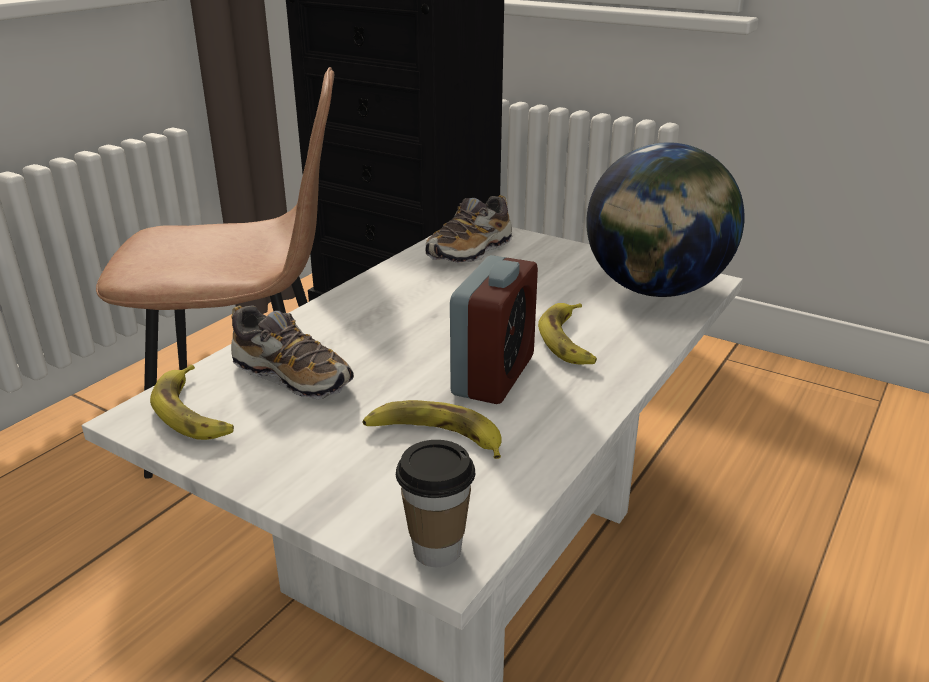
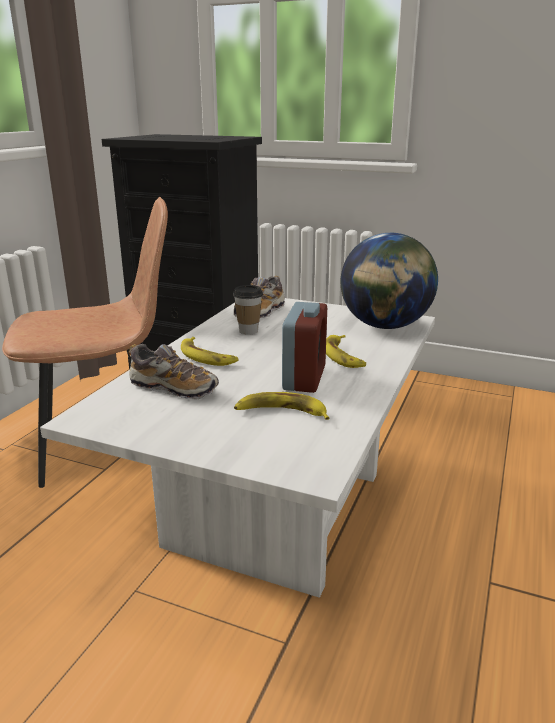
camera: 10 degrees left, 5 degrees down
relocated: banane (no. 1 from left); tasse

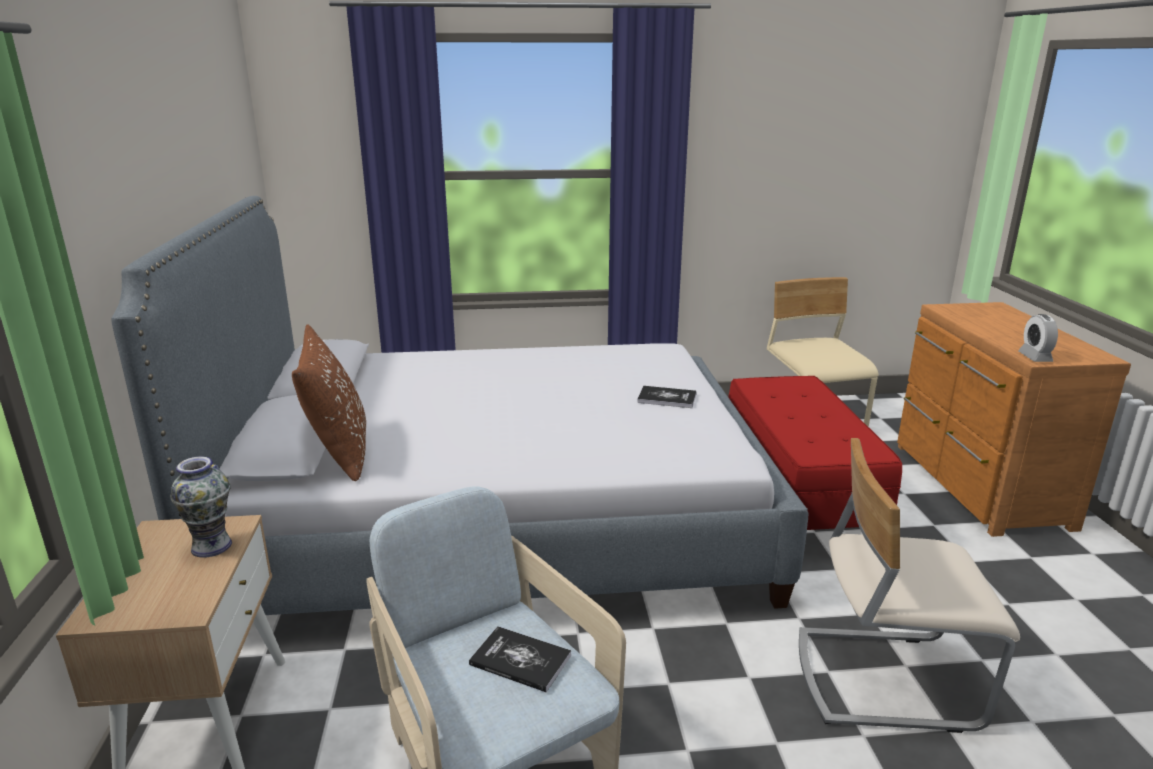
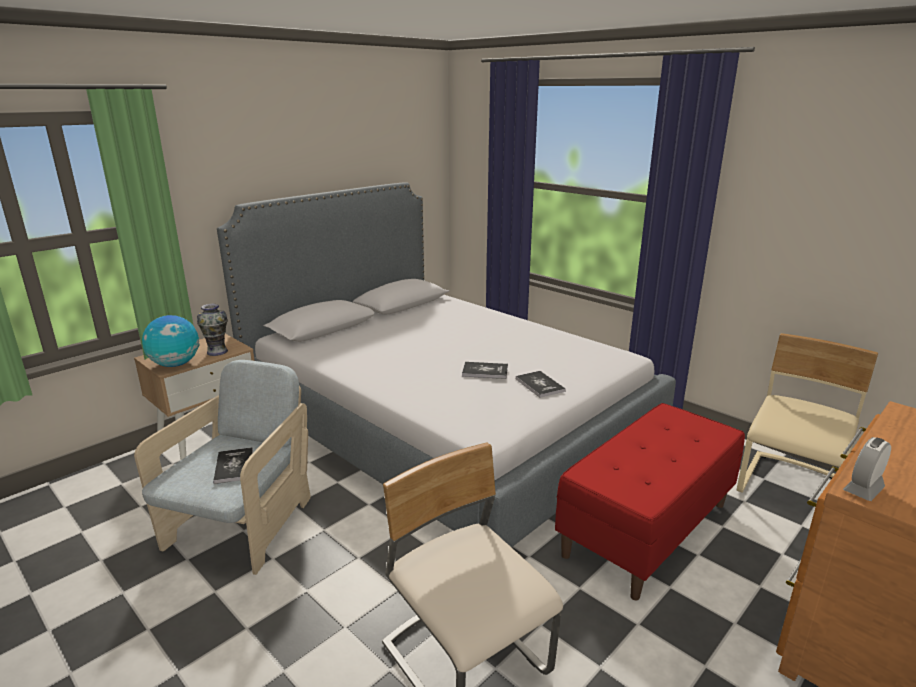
camera: 50 degrees right, 0 degrees up
missing: coussin (marron)
appeared: globe; livre (no. 2 from left)

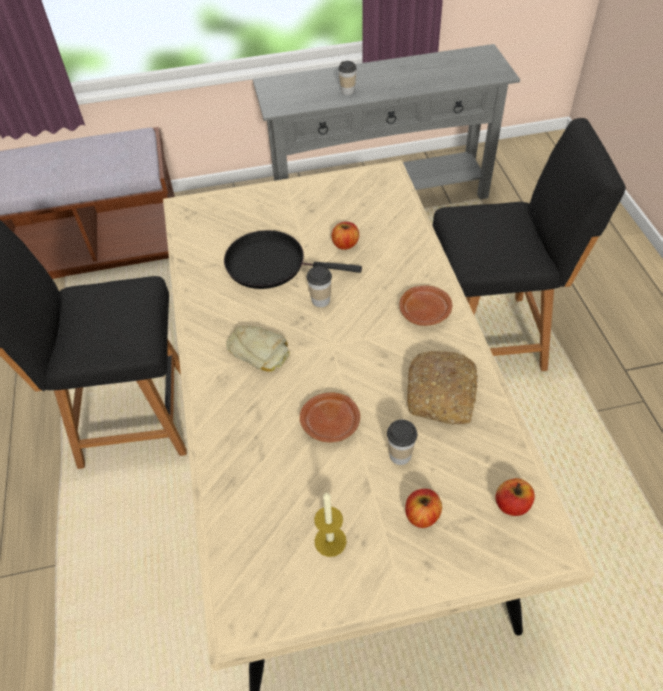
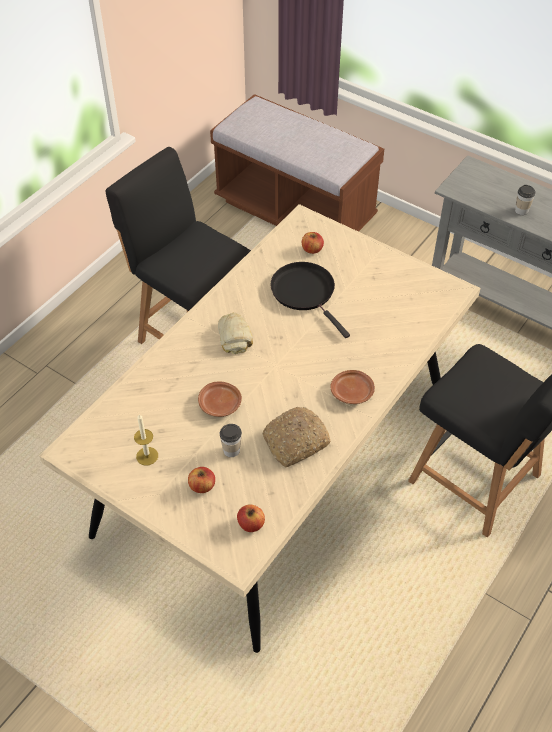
camera: 45 degrees right, 0 degrees up
missing: tasse (no. 1 from left)
relocated: pomme (no. 1 from left in the first image) to pomme (no. 3 from left)

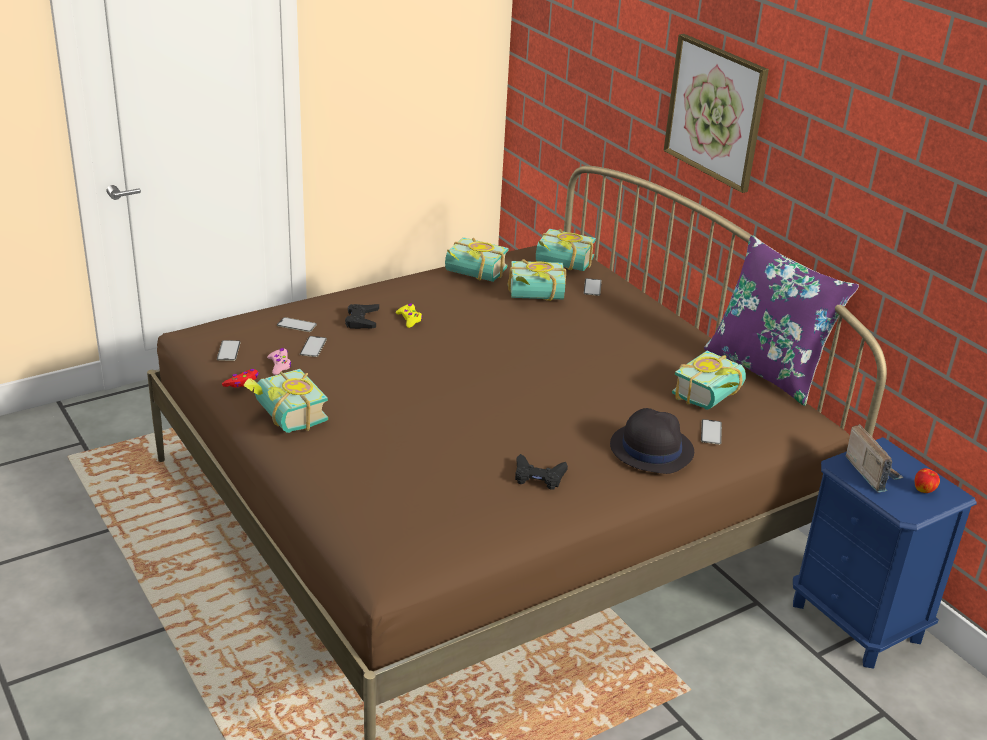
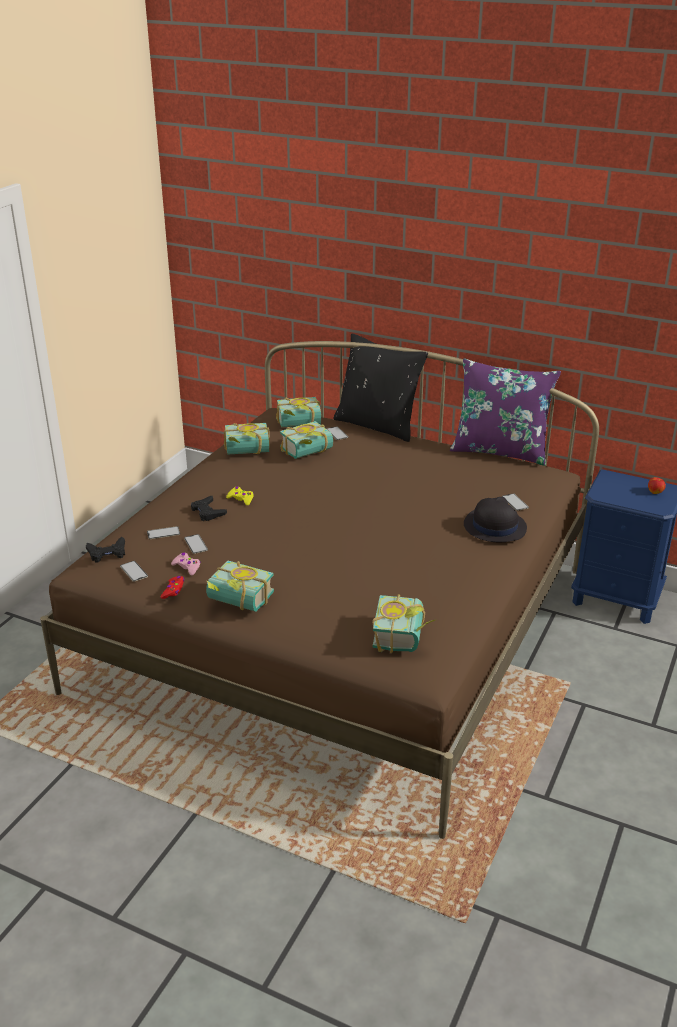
camera: 30 degrees left, 0 degrees up
missing: tableau; radio
appeared: coussin (noir)
relocated: manette (noir) (no. 2 from left in the first image) to manette (noir) (no. 1 from left); livre (no. 5 from left)

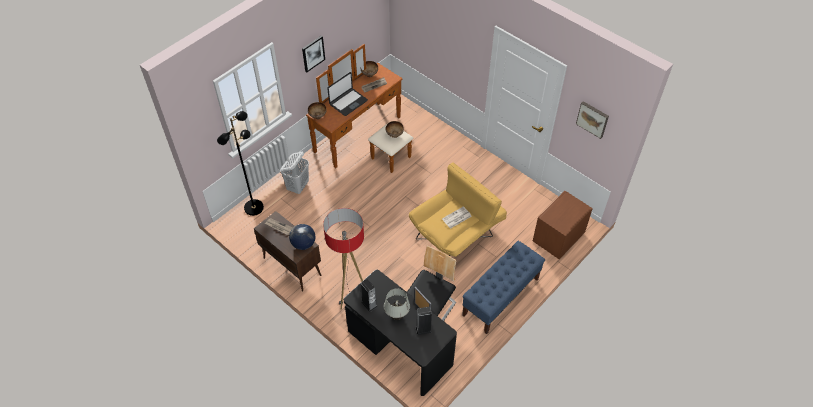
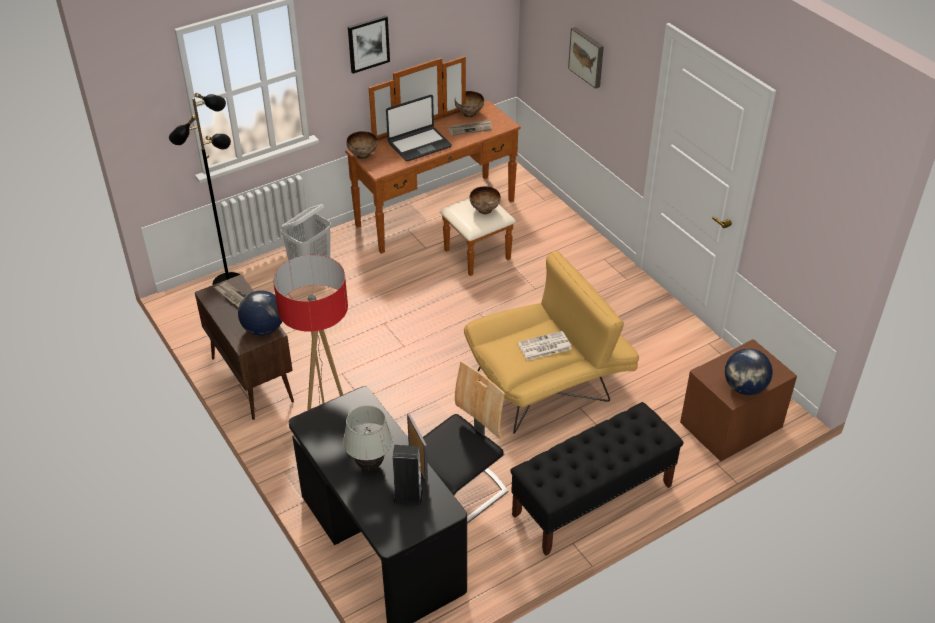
camera: 15 degrees right, 10 degrees down
missing: enceinte (no. 1 from left)
appeared: globe (no. 2 from left)
relocated: tableau (no. 2 from left)
colour: banc (bleu) to banc (noir)

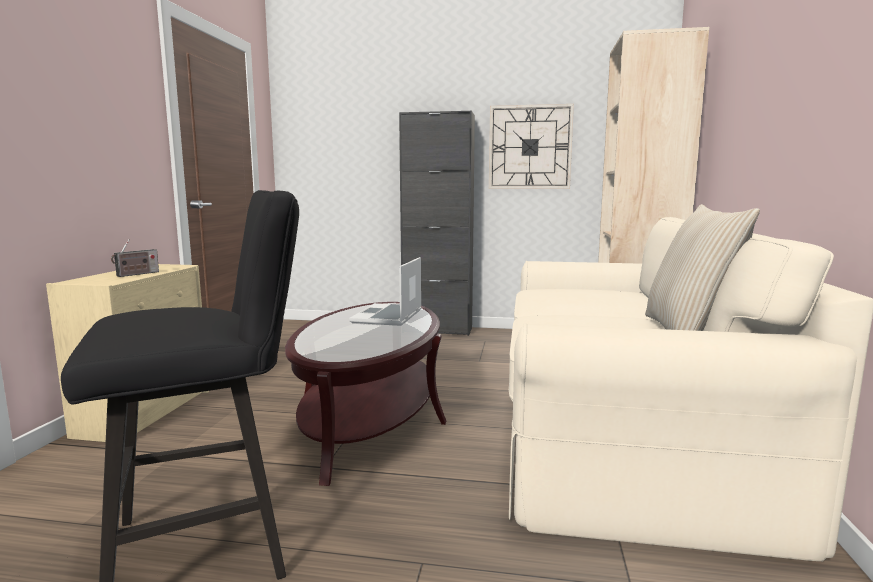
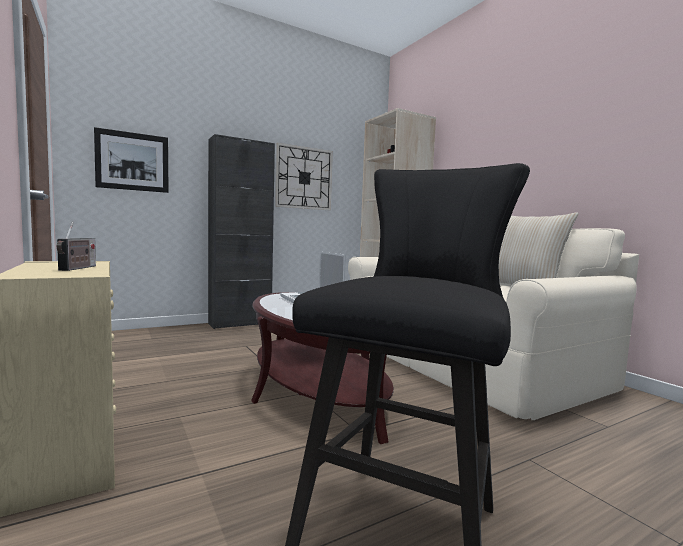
camera: 40 degrees left, 5 degrees down
appeared: tableau

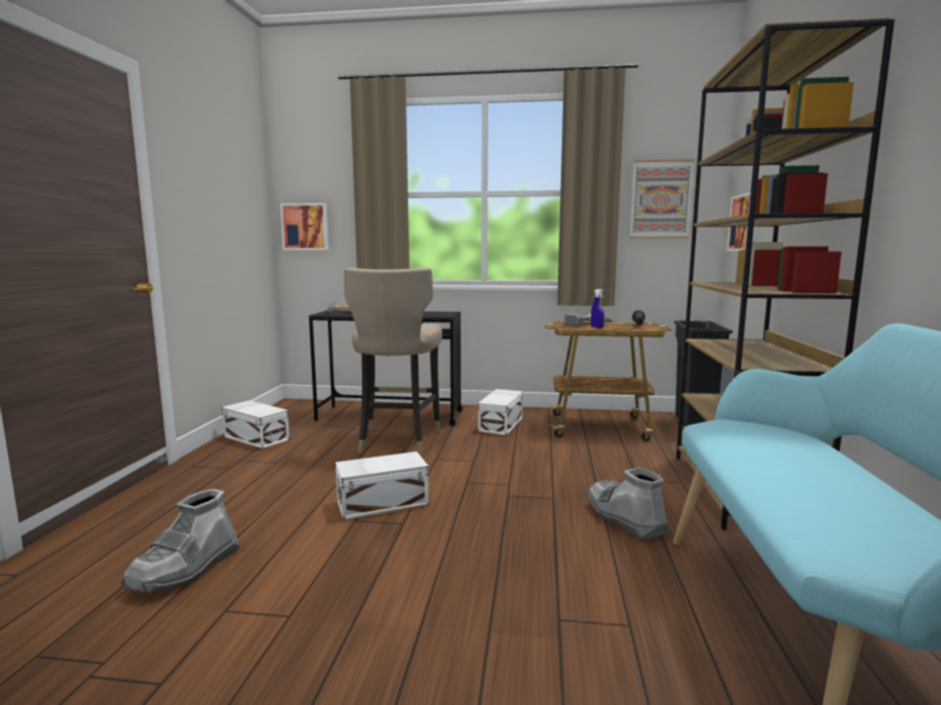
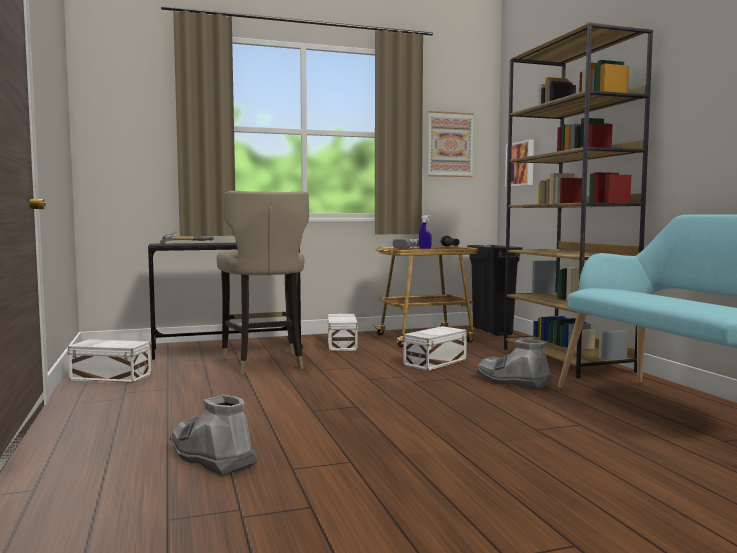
camera: 25 degrees left, 5 degrees down
missing: tableau (no. 1 from left)
relocated: boîte de rangement (blanc) (no. 2 from left in the first image) to boîte de rangement (blanc) (no. 3 from left)
spun: botte (gris) (no. 1 from left) 135 degrees clockwise

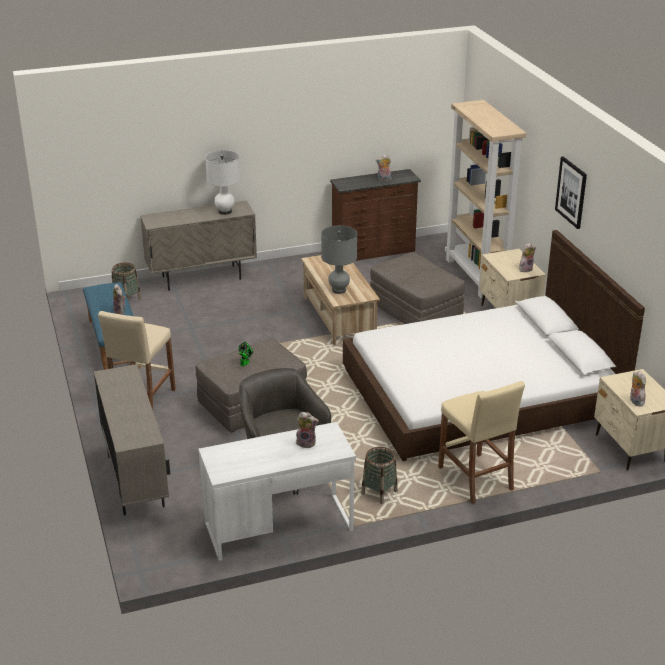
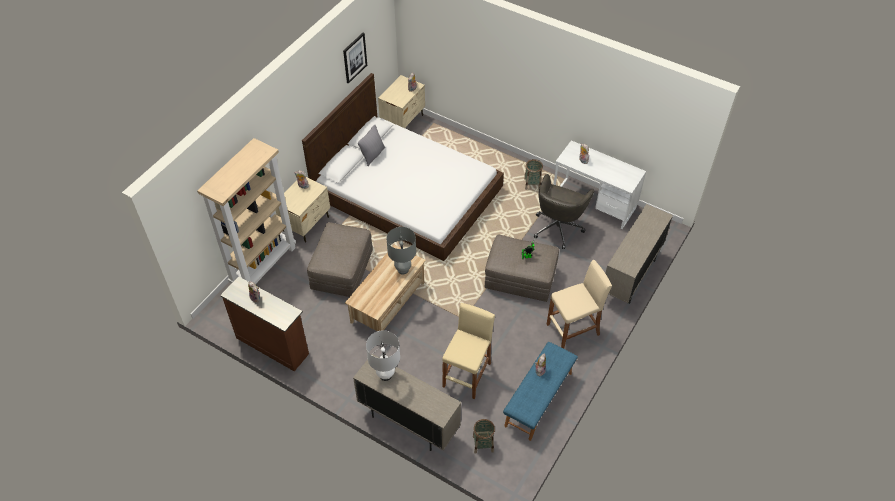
camera: 130 degrees left, 20 degrees up
appeared: coussin (gris)
relocated: tableau; tabouret (beige) (no. 2 from left in the first image) to tabouret (beige) (no. 1 from left)

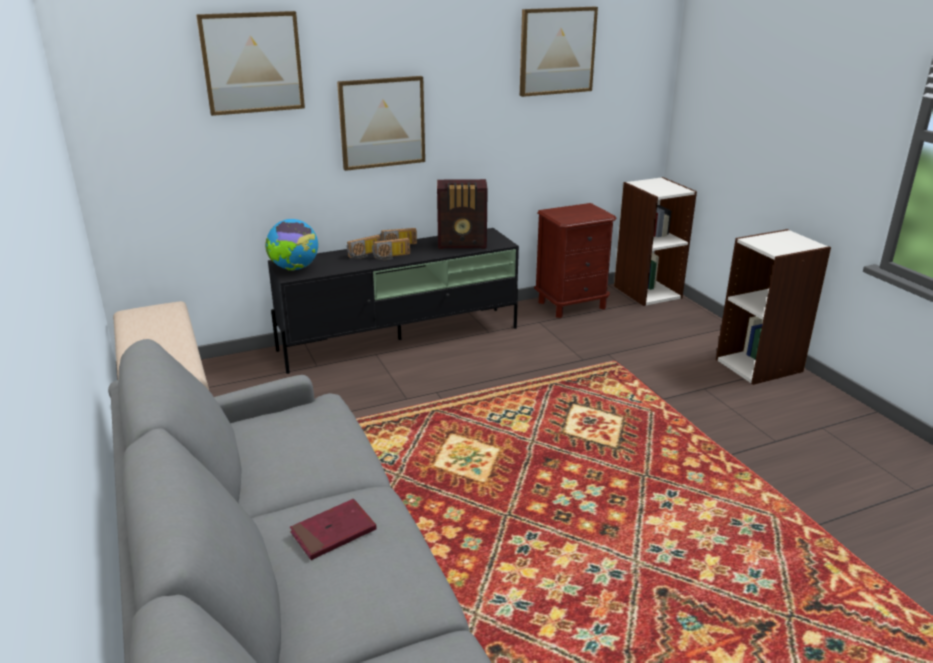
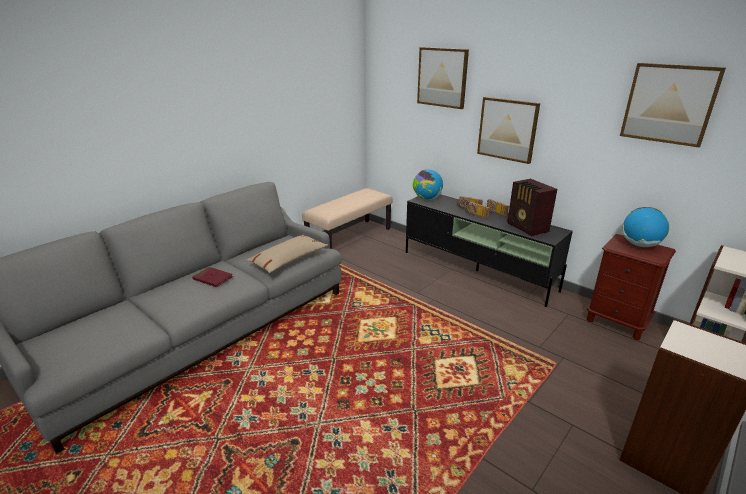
camera: 65 degrees right, 0 degrees up
appeared: coussin (beige); globe (no. 2 from left)

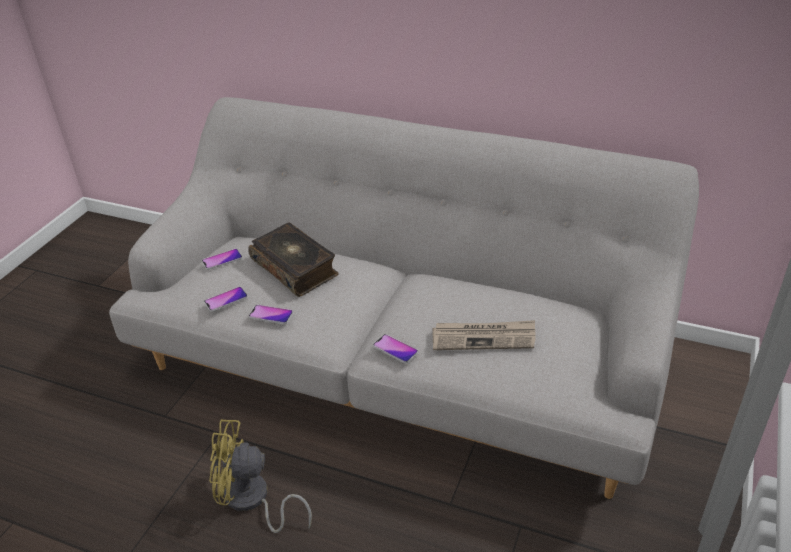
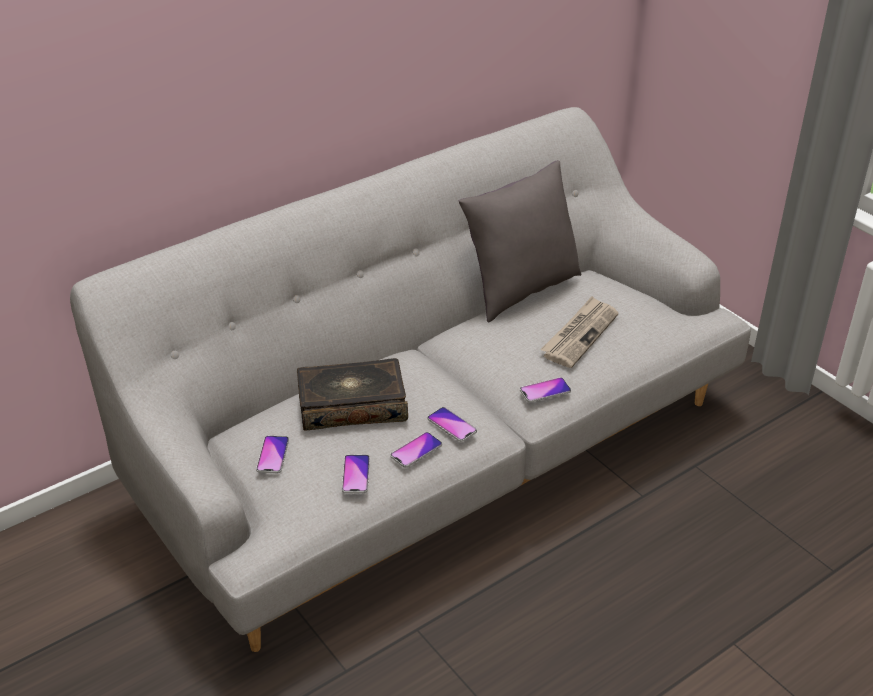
camera: 60 degrees left, 0 degrees up
missing: ventilateur (jaune)
appeared: téléphone (no. 4 from left); coussin (gris)

